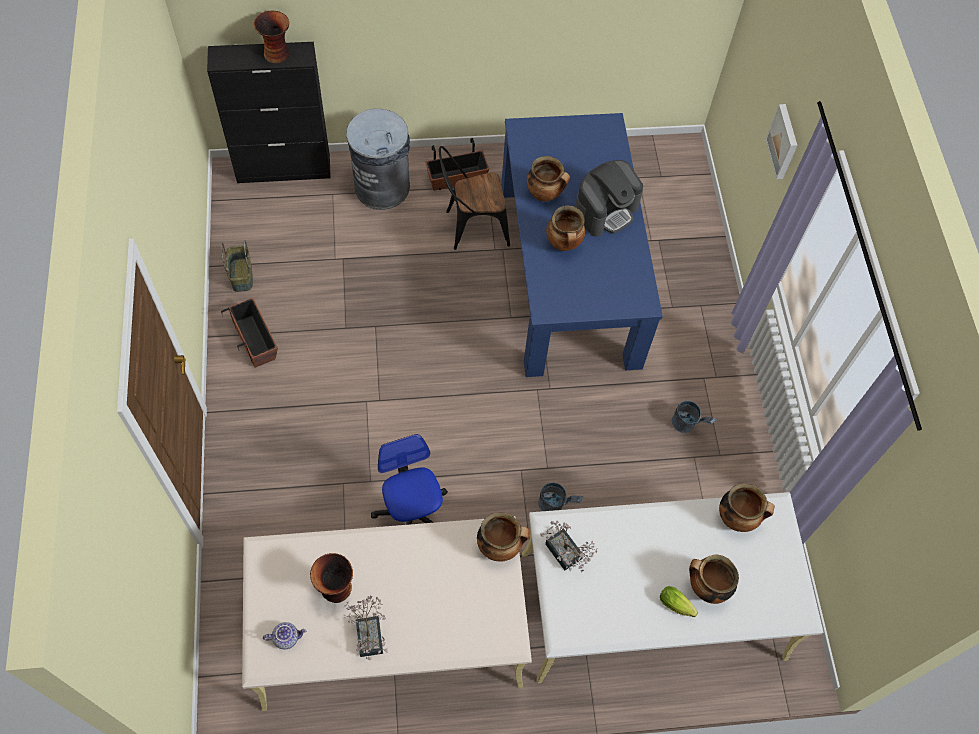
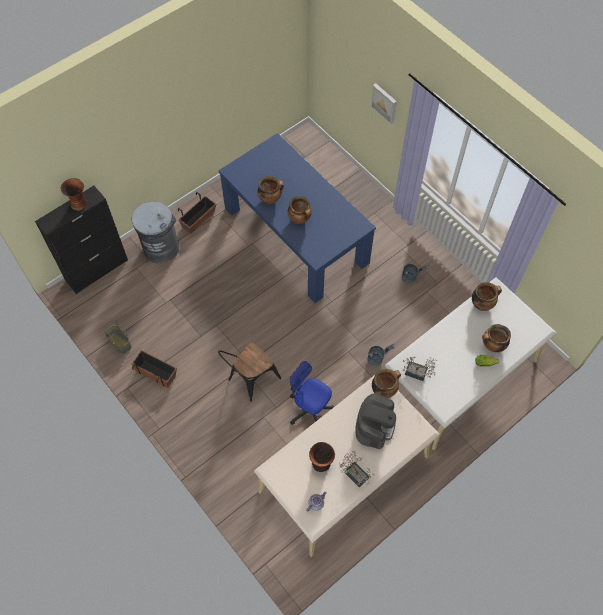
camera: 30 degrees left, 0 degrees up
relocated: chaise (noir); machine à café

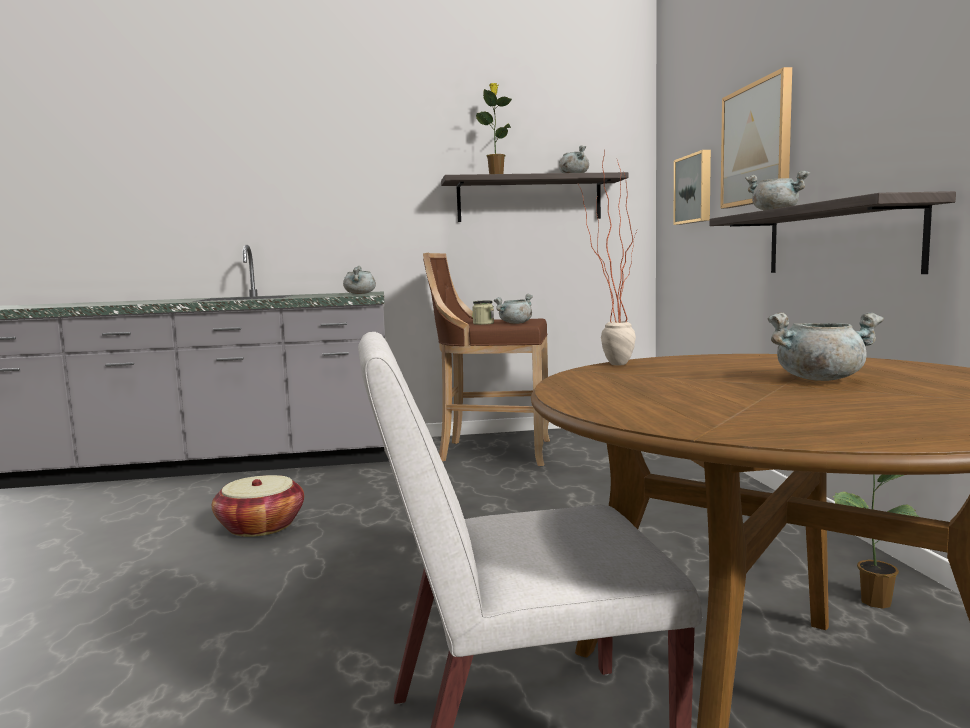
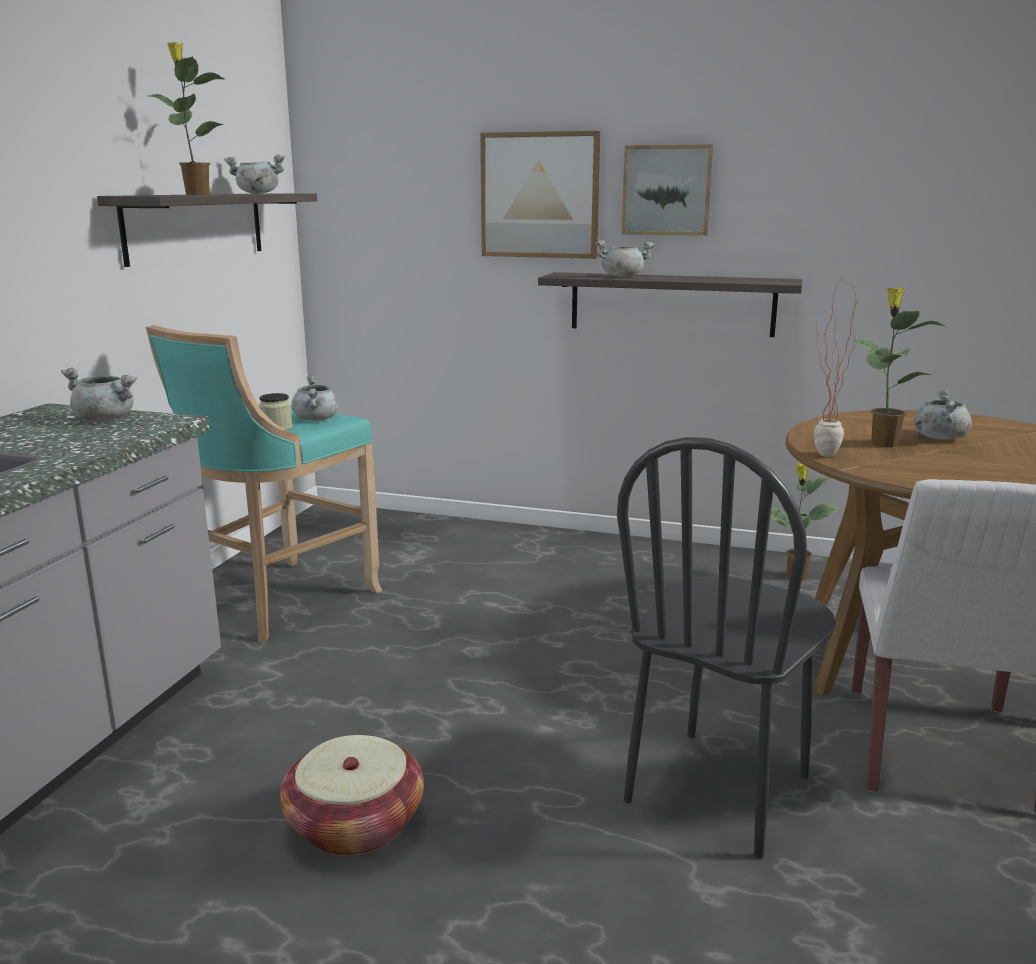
camera: 65 degrees left, 10 degrees up
appeared: chaise (noir); plante en pot (no. 4 from left)
relocated: tableau (no. 1 from left in the first image) to tableau (no. 2 from left)
colour: tabouret (marron) to tabouret (turquoise)

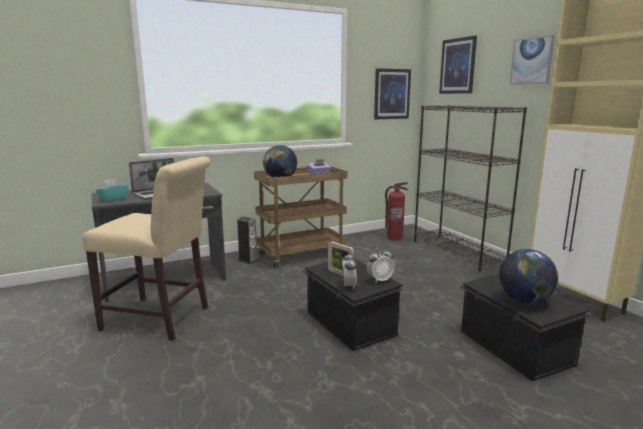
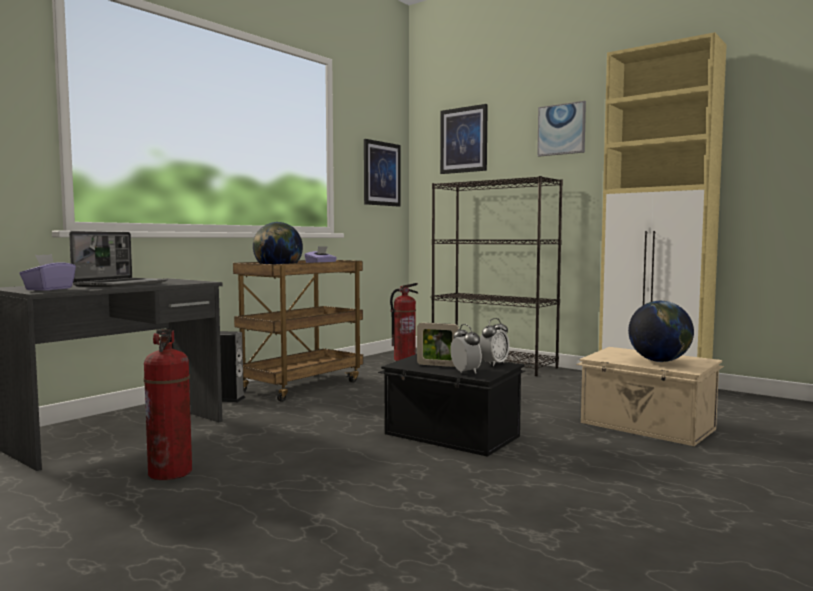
camera: 25 degrees left, 10 degrees down
exchanged: chaise (beige) to extincteur (no. 1 from left)
colour: boîte à mouchoirs (turquoise) to boîte à mouchoirs (violet) (no. 1 from left); boîte de rangement (noir) (no. 2 from left) to boîte de rangement (beige)

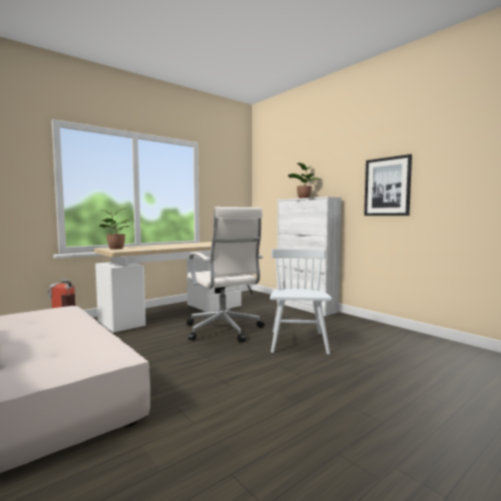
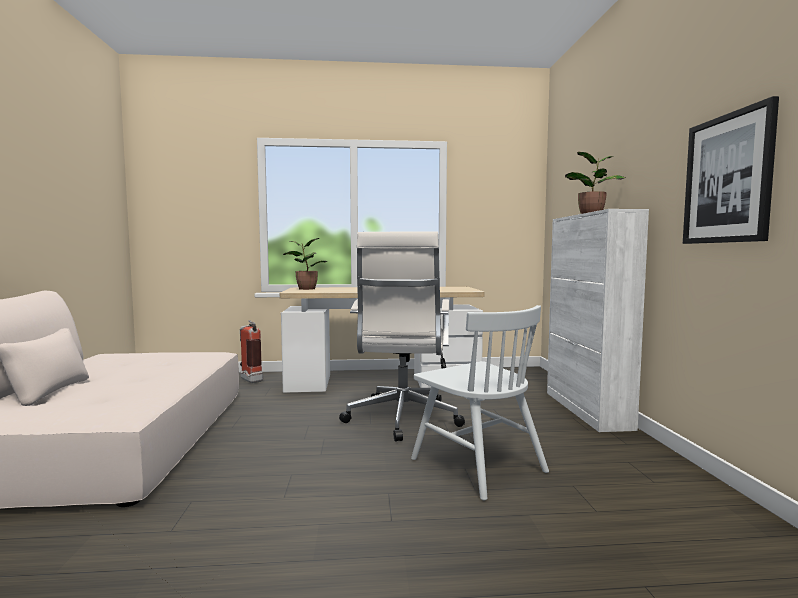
camera: 35 degrees right, 0 degrees up
spun: chaise (blanc) 105 degrees clockwise

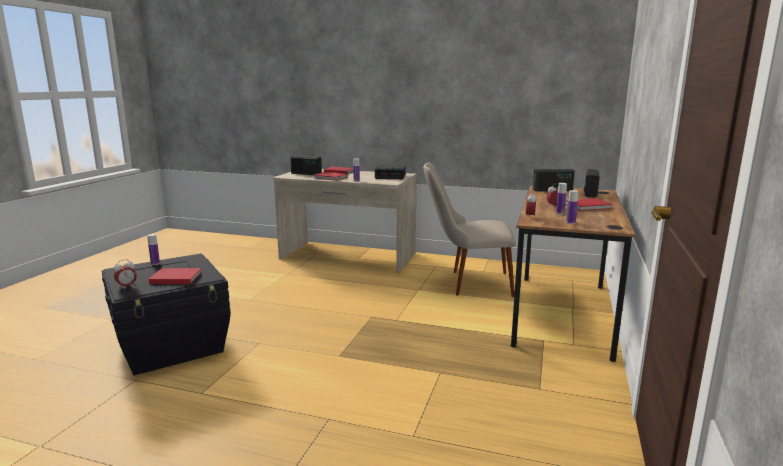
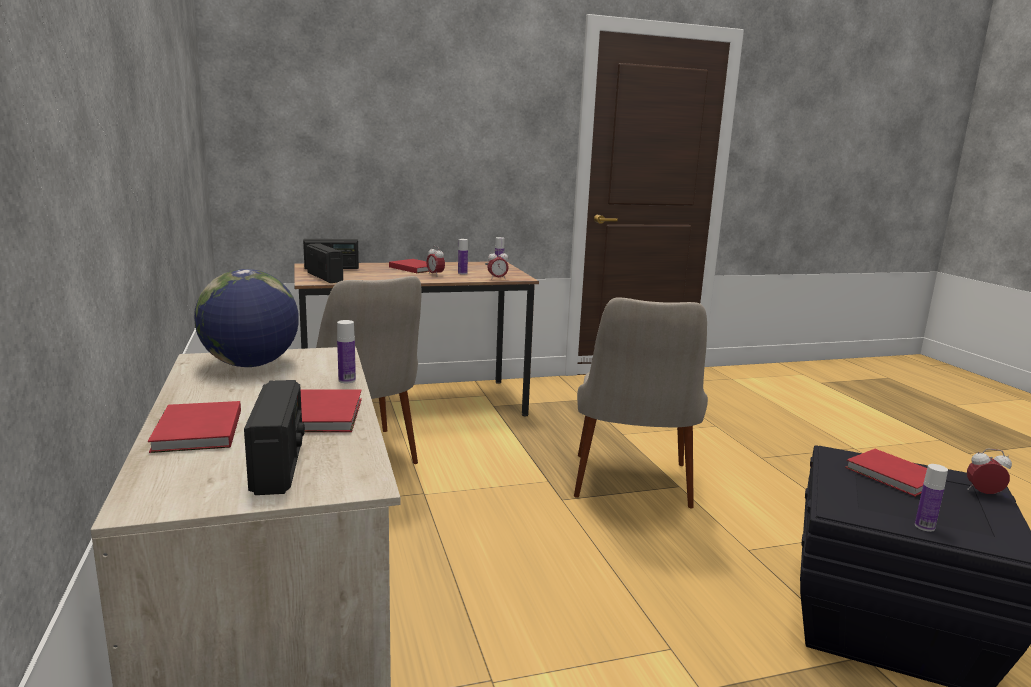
camera: 125 degrees left, 0 degrees up
appeared: chaise (beige) (no. 2 from left)
exchanged: réveil (no. 2 from left) to globe

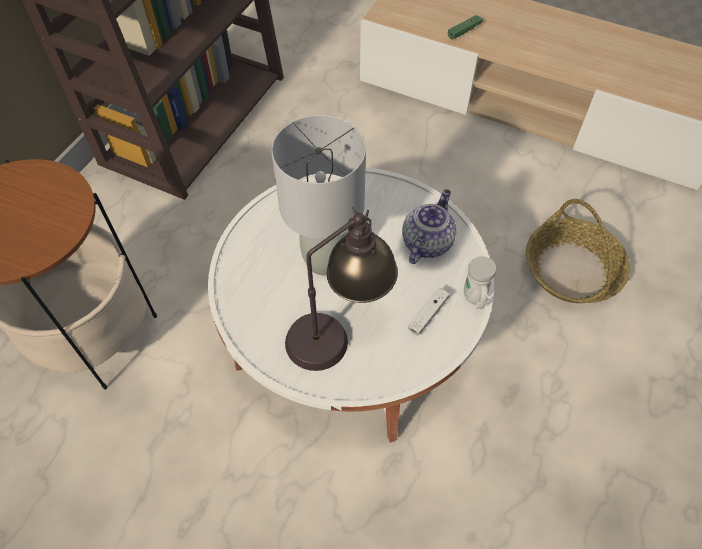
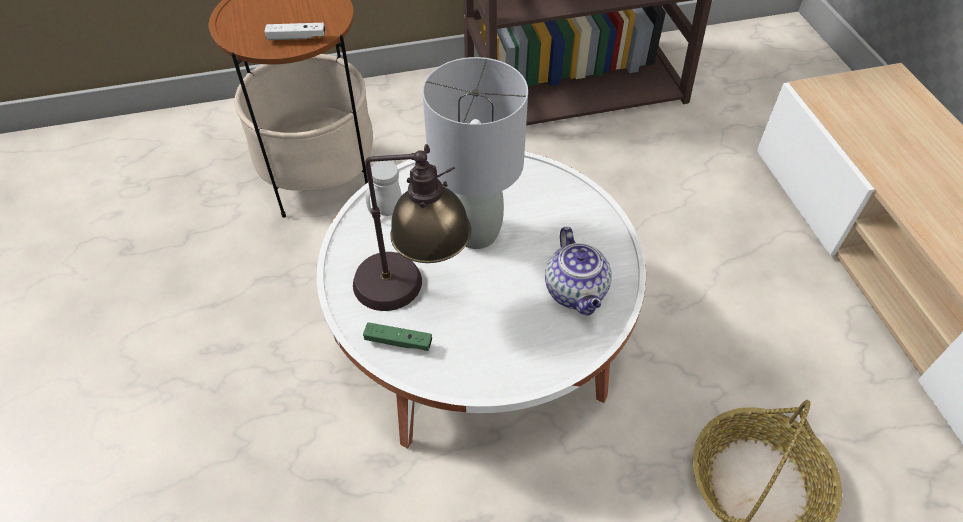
camera: 50 degrees right, 5 degrees down
relocated: manette (blanc); manette (vert); mug (blanc)
spun: théière 90 degrees clockwise

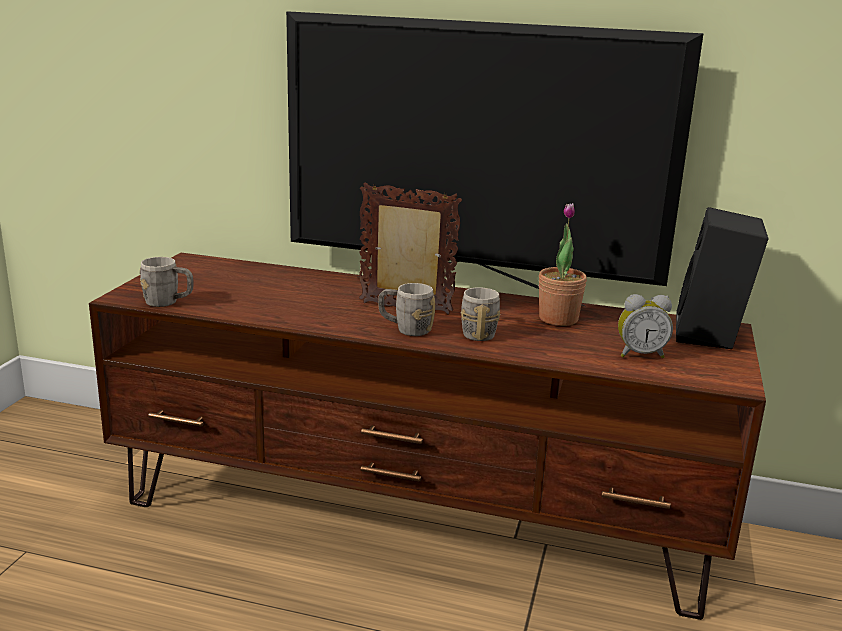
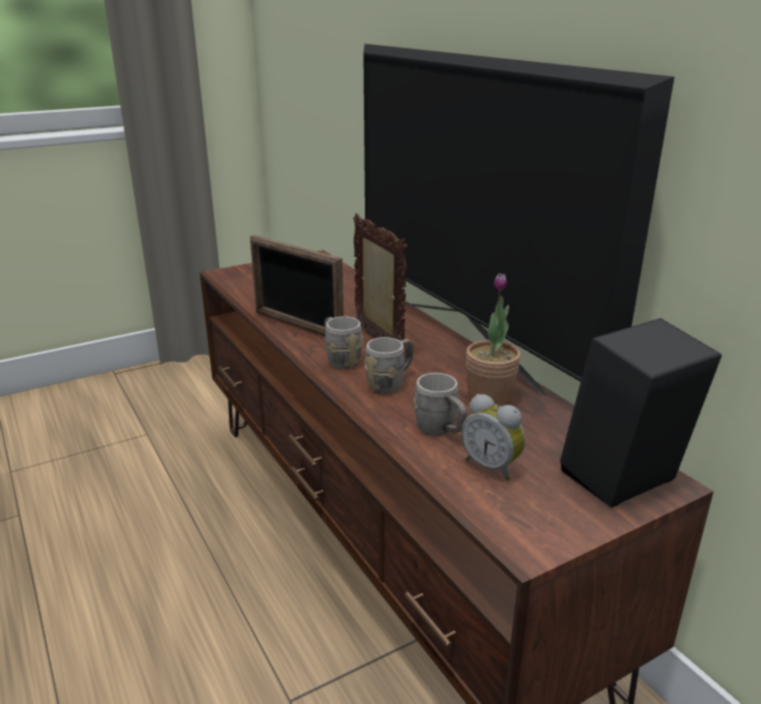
camera: 45 degrees right, 5 degrees up
appeared: cadre photo (no. 1 from left)
relocated: mug (gris) (no. 1 from left in the first image) to mug (gris) (no. 3 from left)

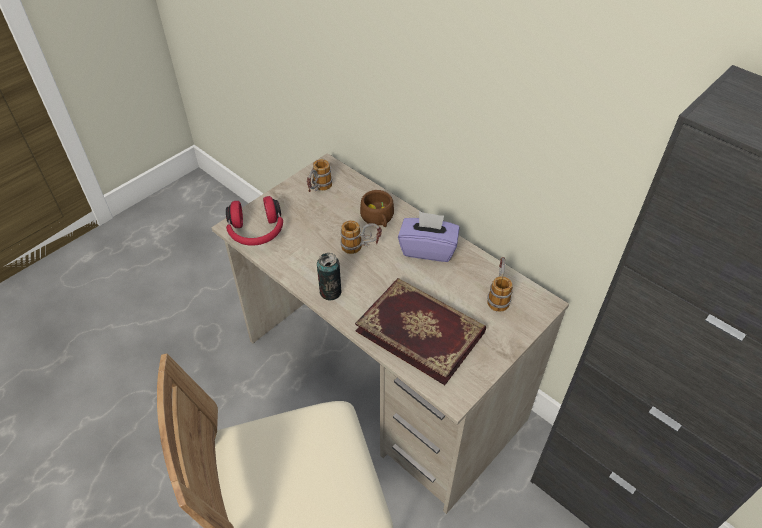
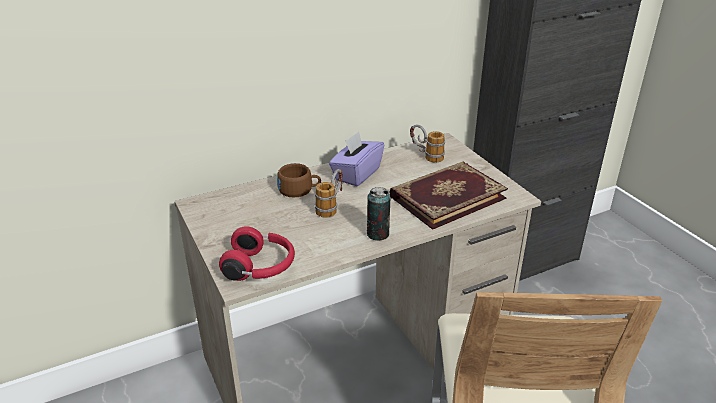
camera: 70 degrees left, 15 degrees down
missing: mug (no. 1 from left)

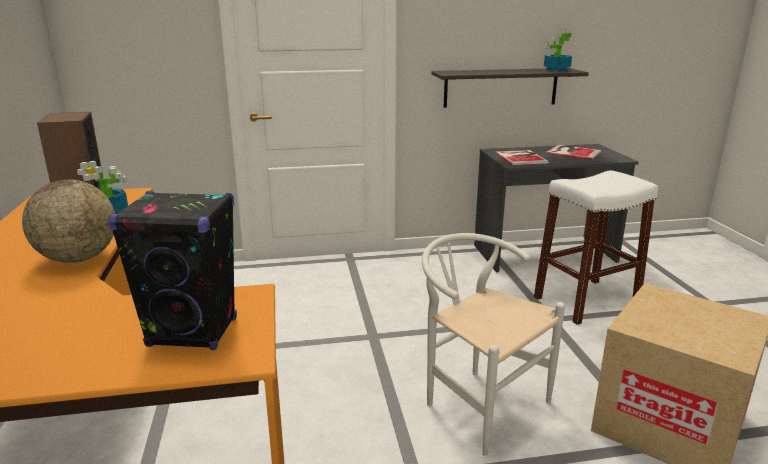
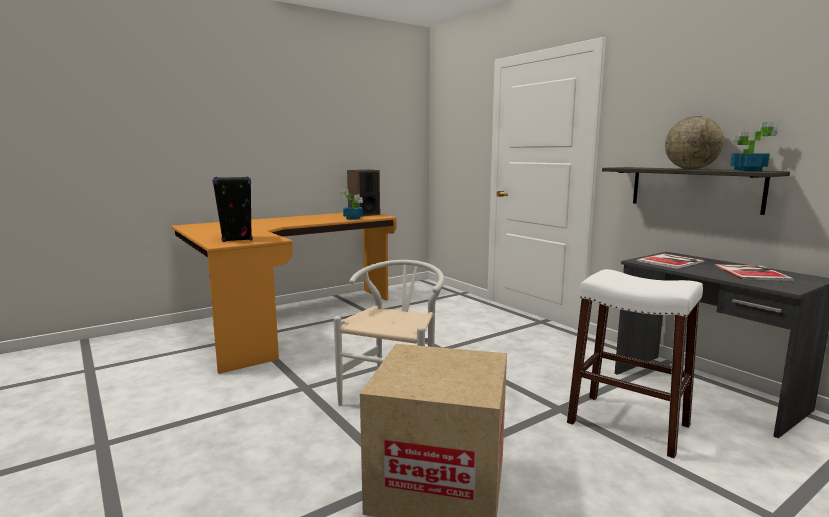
camera: 65 degrees right, 10 degrees down
relocated: globe

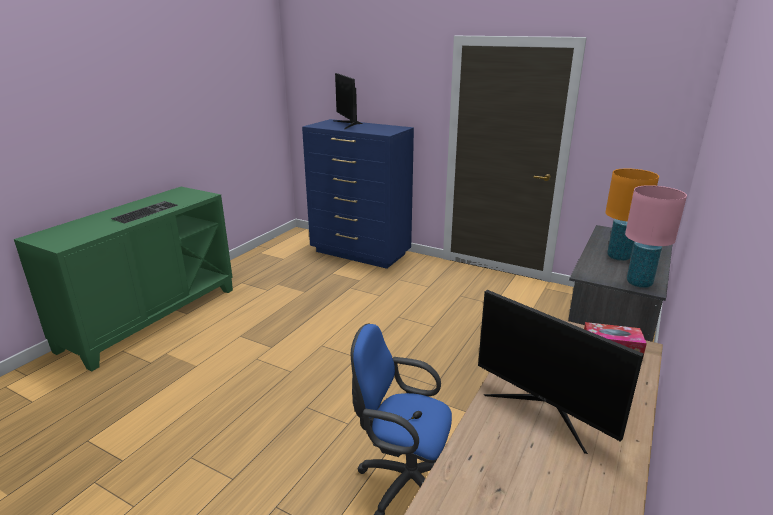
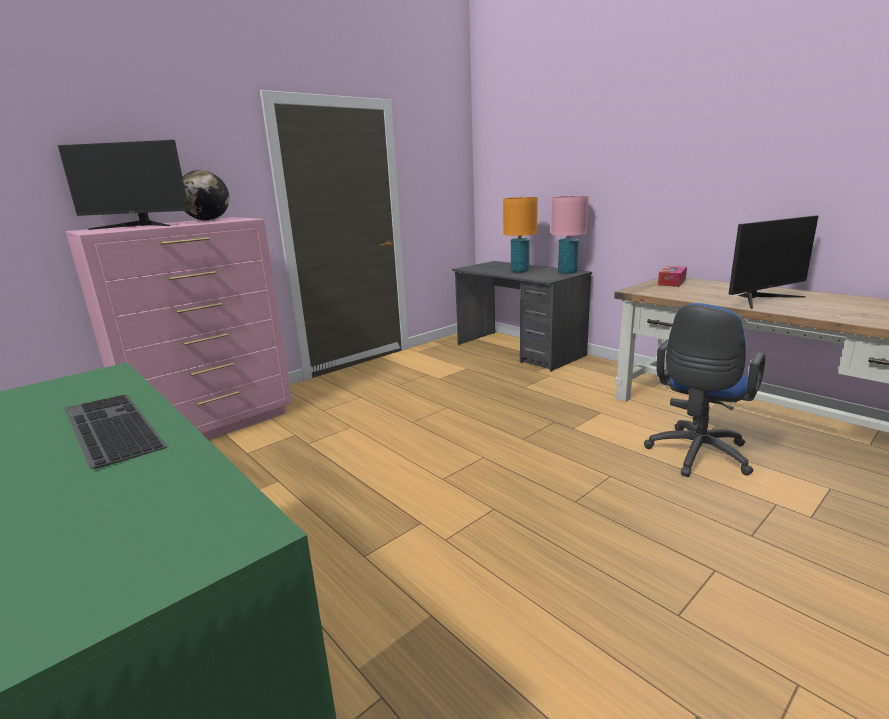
camera: 70 degrees left, 5 degrees down
appeared: globe
colour: commode (bleu) to commode (rose)

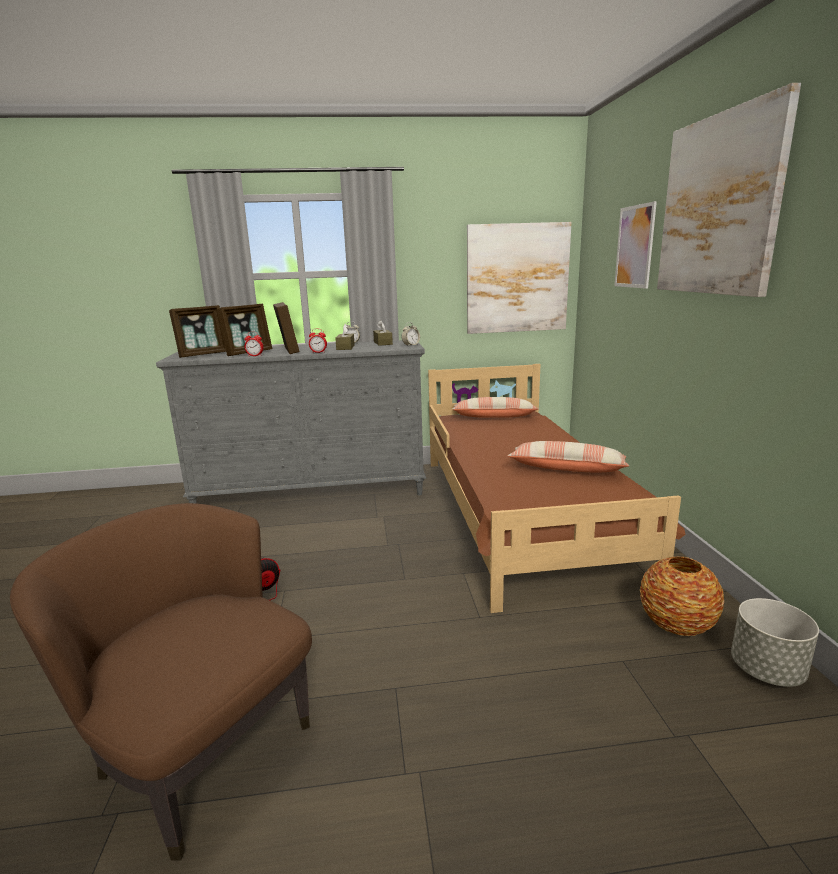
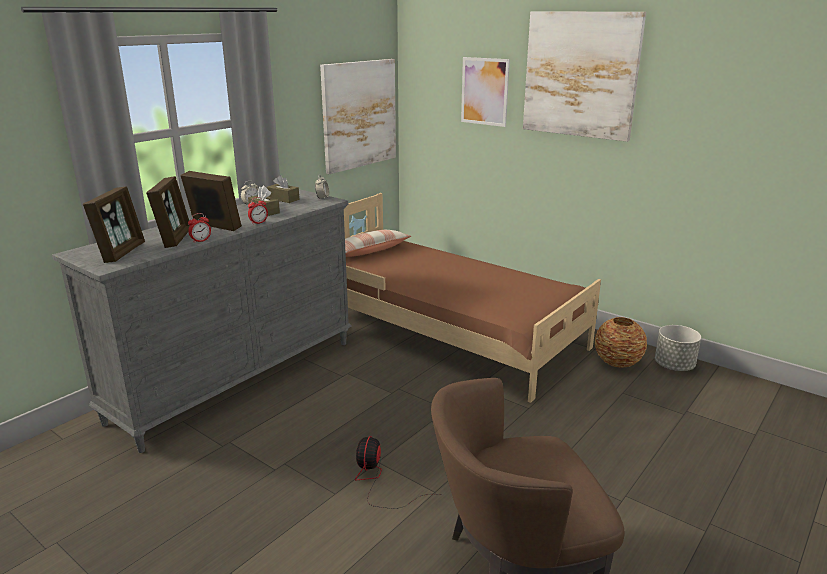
camera: 45 degrees left, 5 degrees up
missing: coussin (no. 2 from left)

